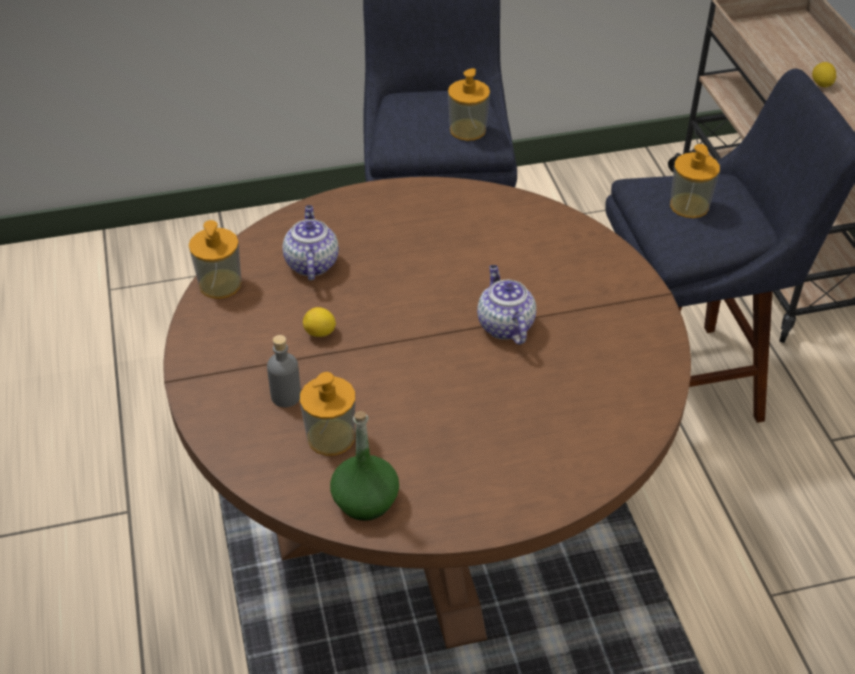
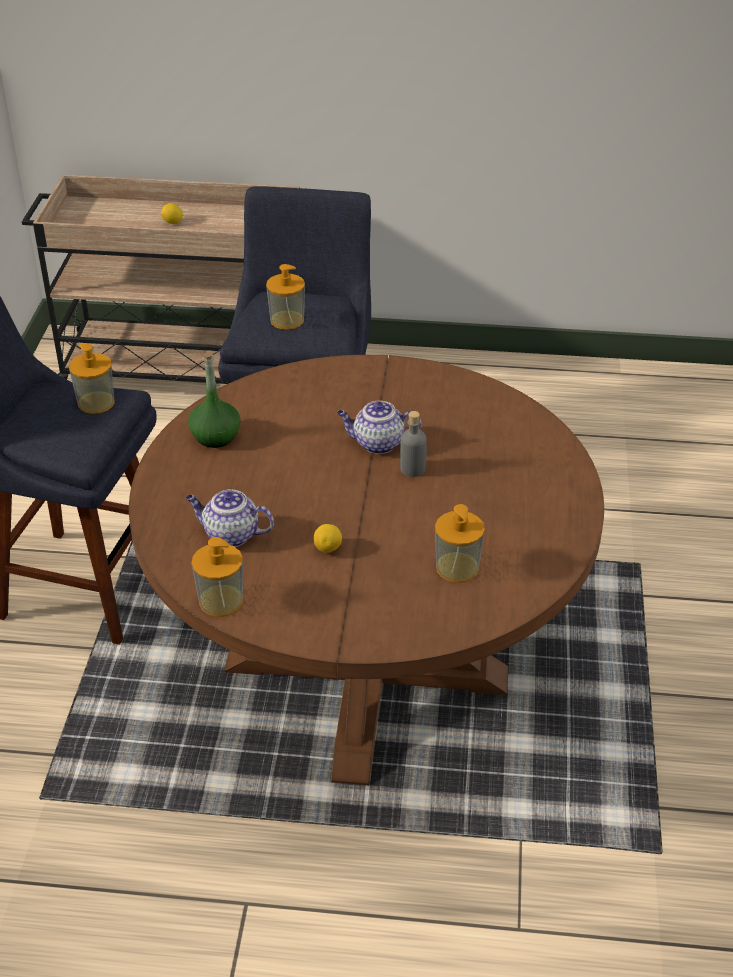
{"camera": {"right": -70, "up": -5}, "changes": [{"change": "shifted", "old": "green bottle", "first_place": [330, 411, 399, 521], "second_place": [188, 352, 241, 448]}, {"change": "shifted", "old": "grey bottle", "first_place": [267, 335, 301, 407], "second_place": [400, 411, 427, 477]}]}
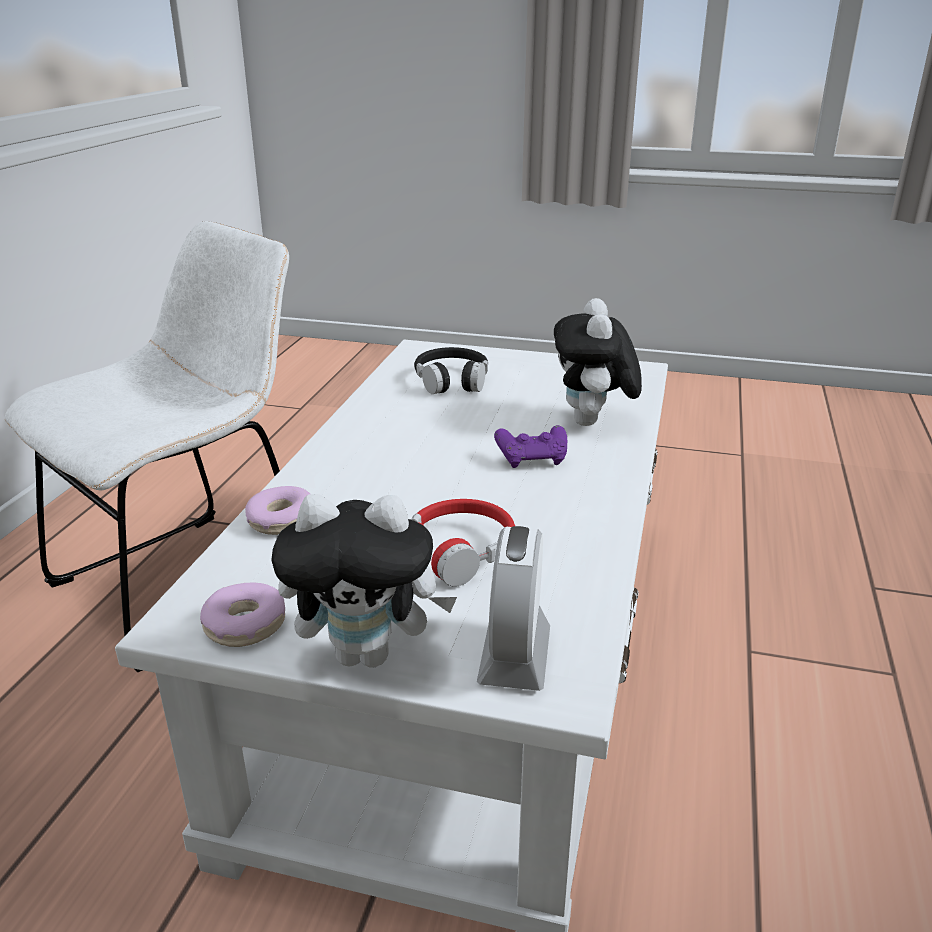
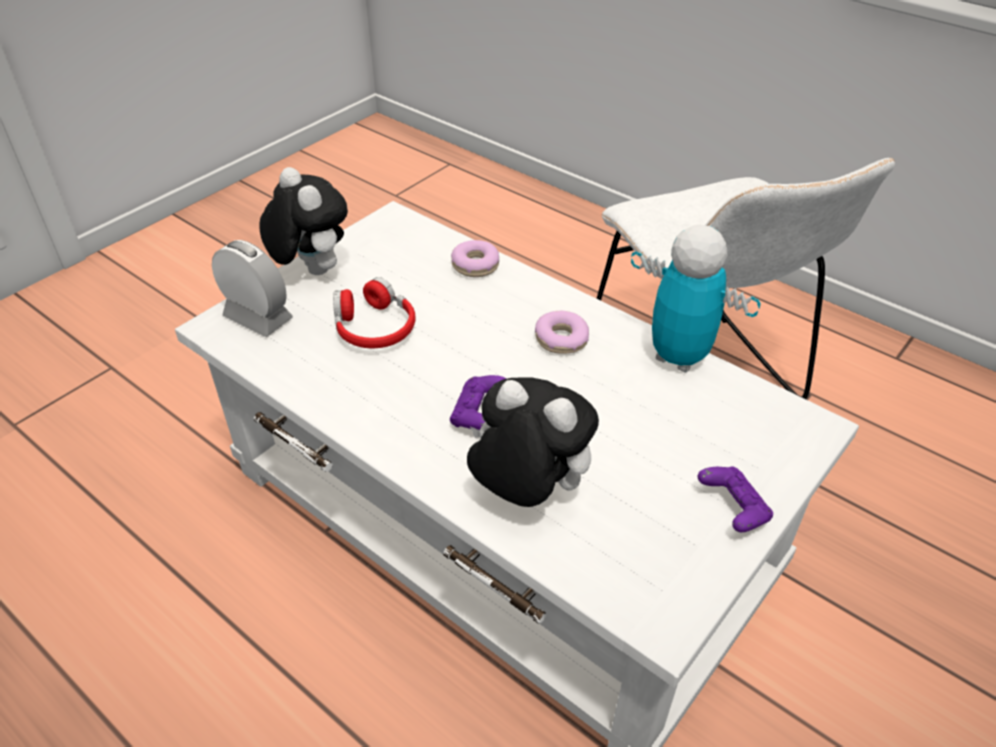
{"camera": {"right": 115, "up": 15}, "changes": [{"change": "rotated", "old": "plush toy", "first_place": [272, 494, 457, 668], "second_place": [259, 167, 348, 275], "degrees": 120}, {"change": "shifted", "old": "donut", "first_place": [200, 582, 285, 647], "second_place": [535, 311, 589, 354]}, {"change": "new", "new": "toy robot", "second_place": [631, 224, 761, 373]}, {"change": "new", "new": "purple game controller", "second_place": [698, 466, 773, 532]}, {"change": "gone", "old": "black headphones", "first_place": [414, 347, 488, 394]}]}
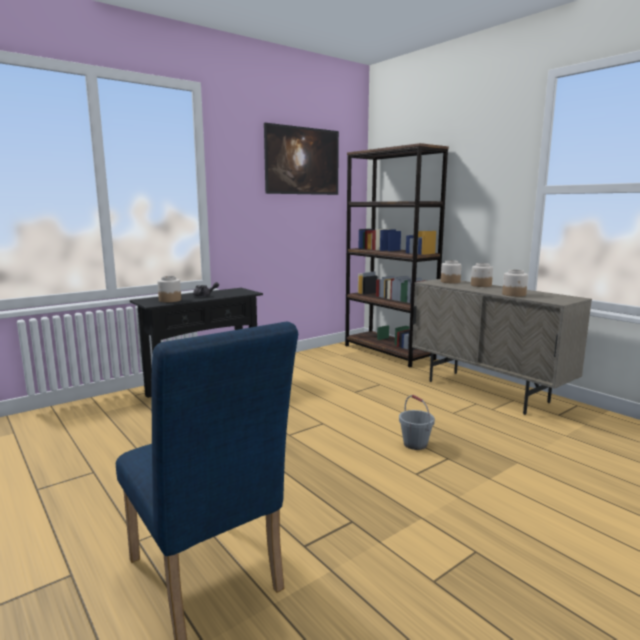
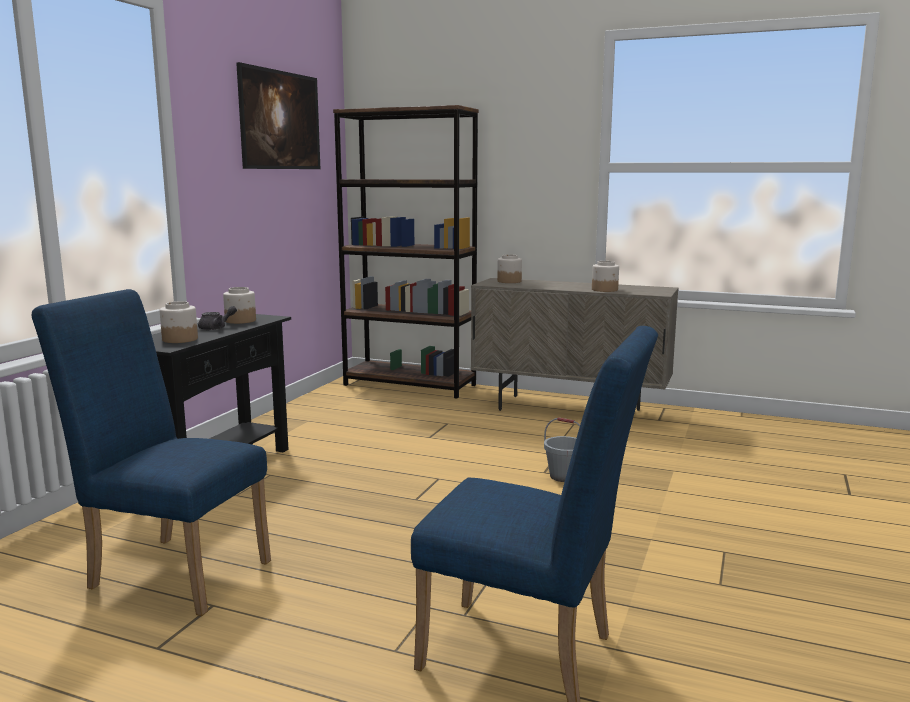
{"camera": {"right": -30, "up": 0}, "changes": [{"change": "new", "new": "blue chair", "second_place": [31, 289, 271, 616]}, {"change": "shifted", "old": "jar", "first_place": [471, 263, 493, 287], "second_place": [223, 287, 256, 324]}]}
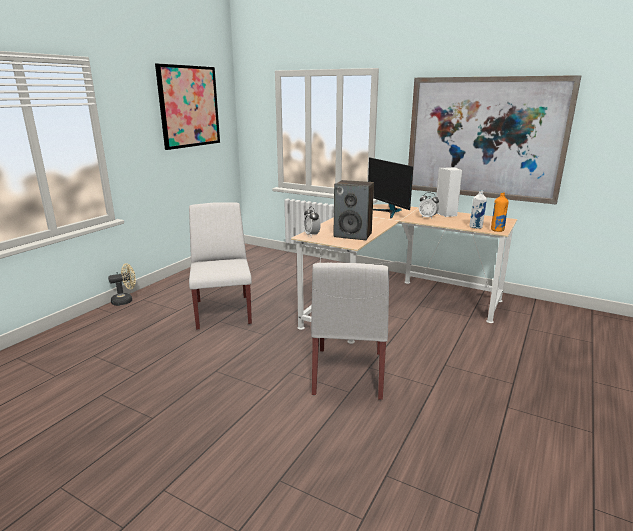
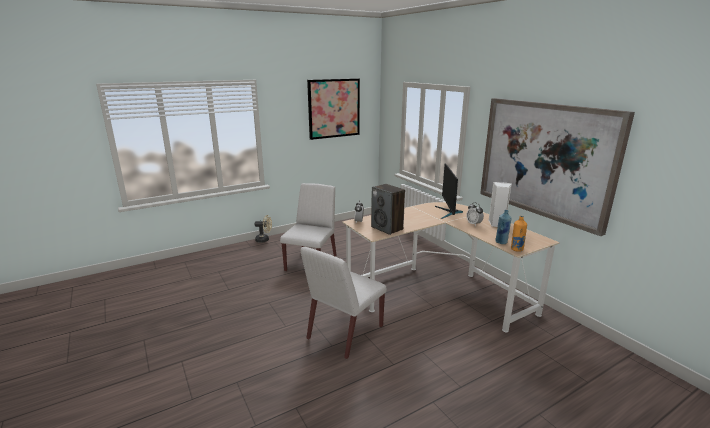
{"camera": {"right": 30, "up": 0}, "changes": [{"change": "repainted", "old": "white bottle", "new": "blue bottle", "first_place": [470, 190, 487, 229], "second_place": [495, 210, 512, 244]}]}
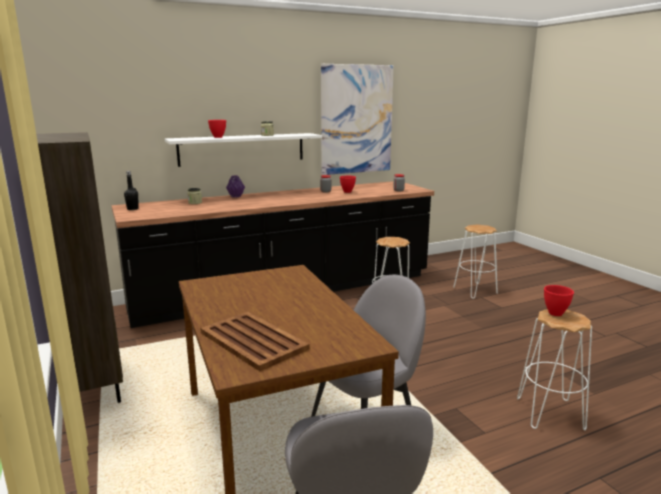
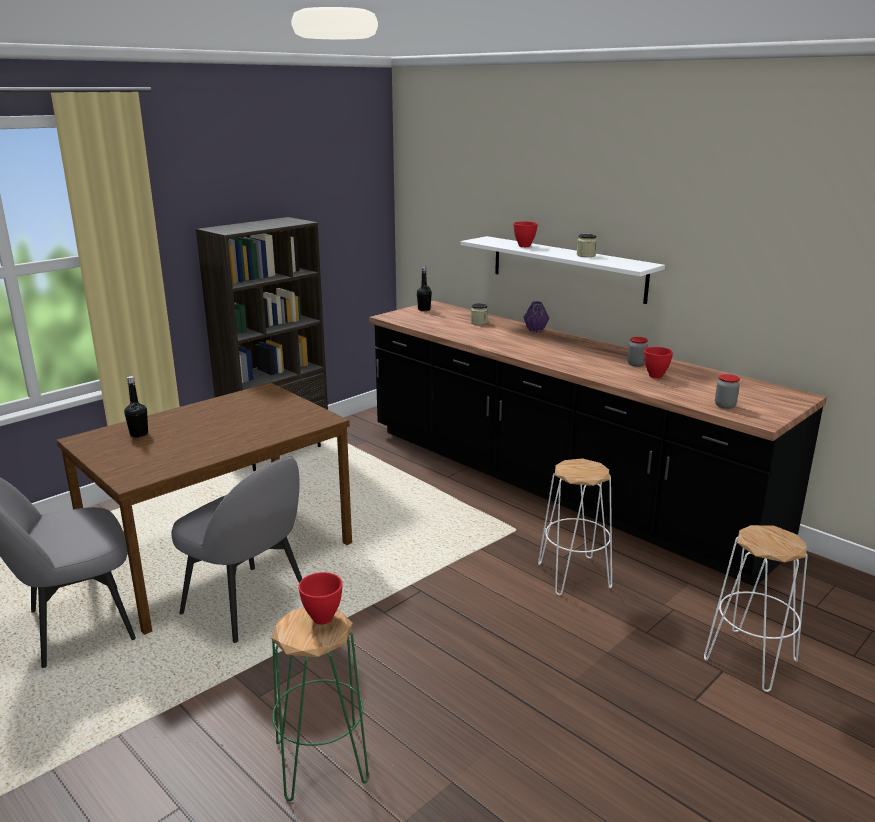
{"camera": {"right": 70, "up": 5}, "changes": [{"change": "swapped", "old": "brown tray", "new": "black bottle", "first_place": [200, 312, 310, 371], "second_place": [124, 376, 148, 438]}, {"change": "repainted", "old": "white stool", "new": "green stool", "first_place": [517, 309, 592, 431], "second_place": [271, 607, 369, 801]}, {"change": "gone", "old": "picture", "first_place": [321, 64, 394, 175]}]}
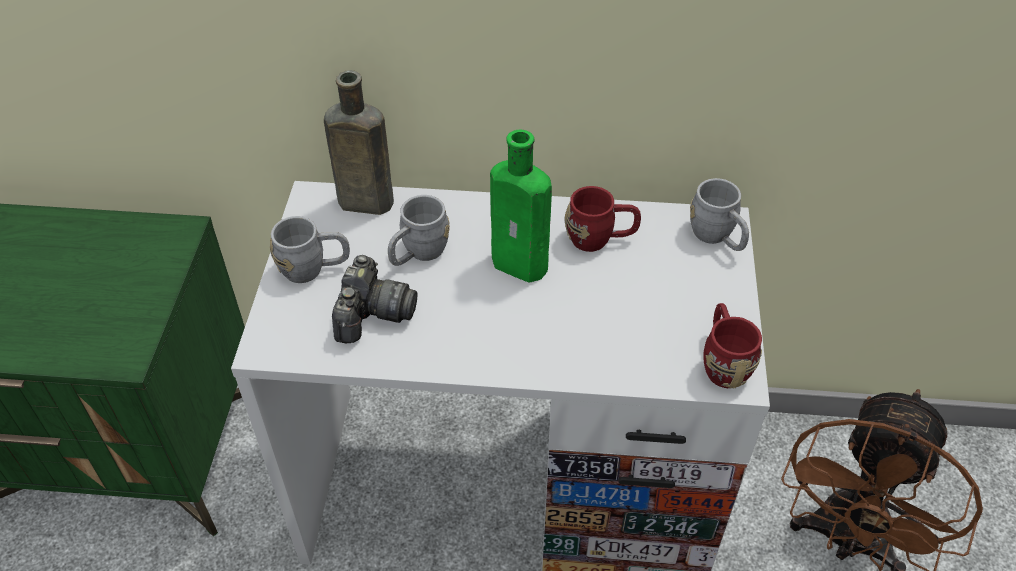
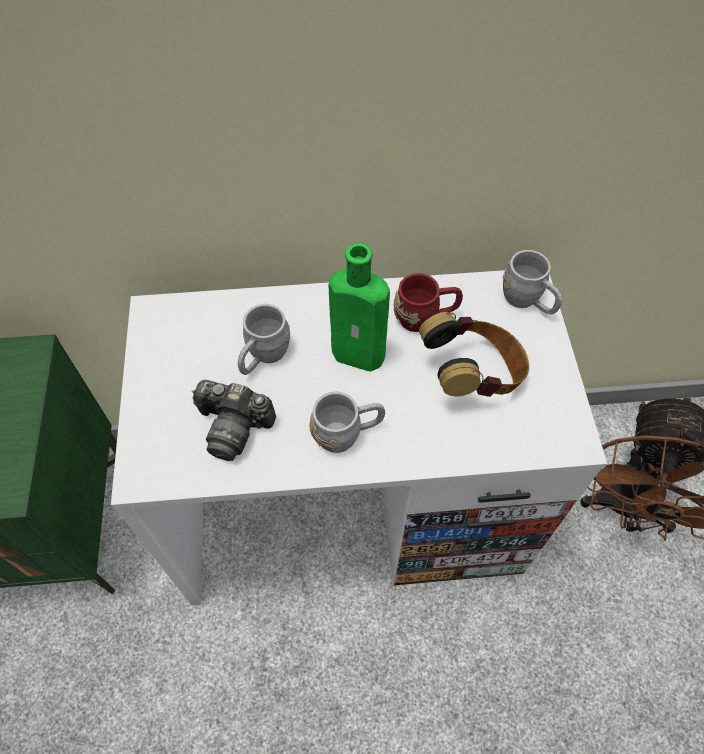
{"camera": {"right": -10, "up": 10}, "changes": [{"change": "rotated", "old": "photo camera", "first_place": [332, 255, 417, 343], "second_place": [192, 380, 276, 461], "degrees": 105}, {"change": "shifted", "old": "grey mug", "first_place": [270, 216, 350, 283], "second_place": [310, 392, 385, 453]}, {"change": "new", "new": "headphones", "second_place": [419, 312, 529, 397]}, {"change": "gone", "old": "brown bottle", "first_place": [324, 70, 394, 215]}, {"change": "gone", "old": "red mug", "first_place": [703, 303, 762, 388]}]}
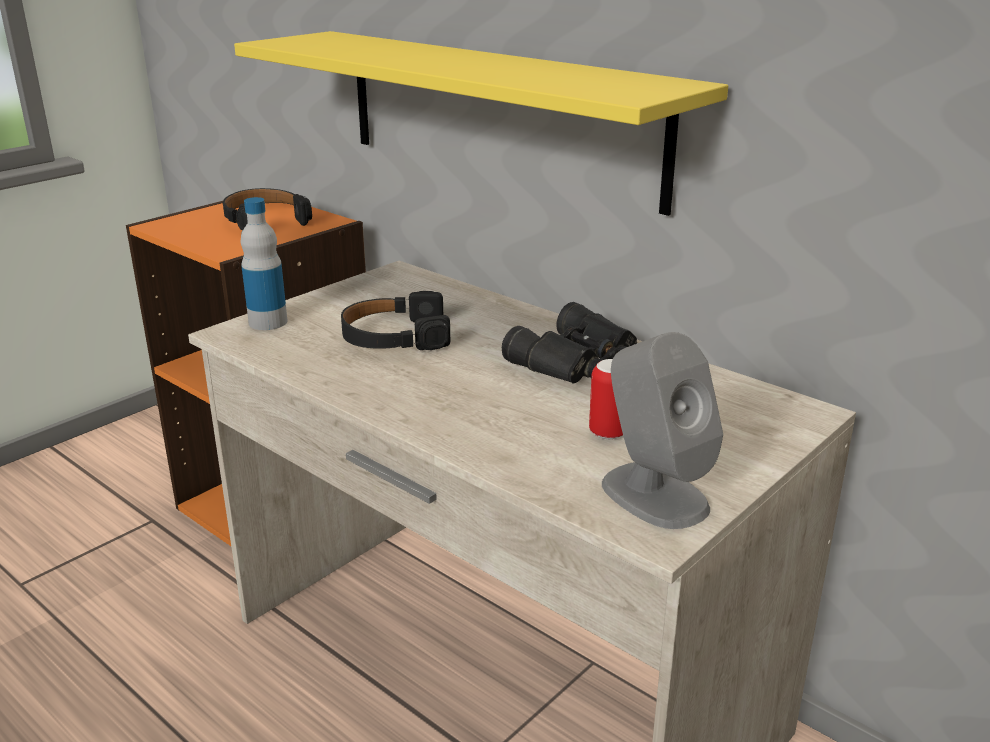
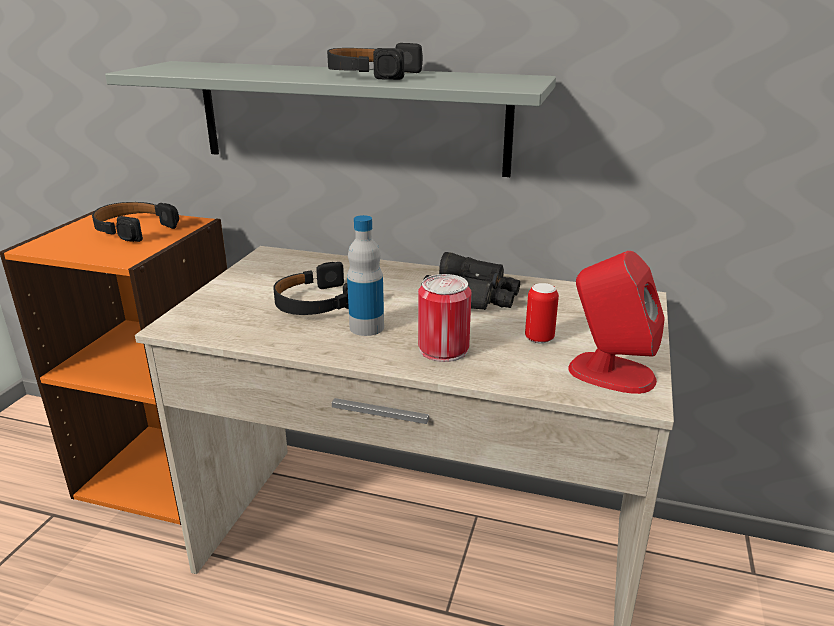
{"camera": {"right": -25, "up": 0}, "changes": [{"change": "repainted", "old": "yellow shelf", "new": "grey shelf", "first_place": [234, 31, 728, 216], "second_place": [105, 61, 556, 177]}, {"change": "new", "new": "black headphones", "second_place": [327, 43, 423, 80]}, {"change": "shifted", "old": "bottle", "first_place": [241, 197, 288, 330], "second_place": [347, 215, 384, 336]}, {"change": "new", "new": "can", "second_place": [418, 274, 472, 362]}, {"change": "repainted", "old": "grey speaker", "new": "red speaker", "first_place": [602, 332, 723, 529], "second_place": [568, 251, 665, 394]}]}
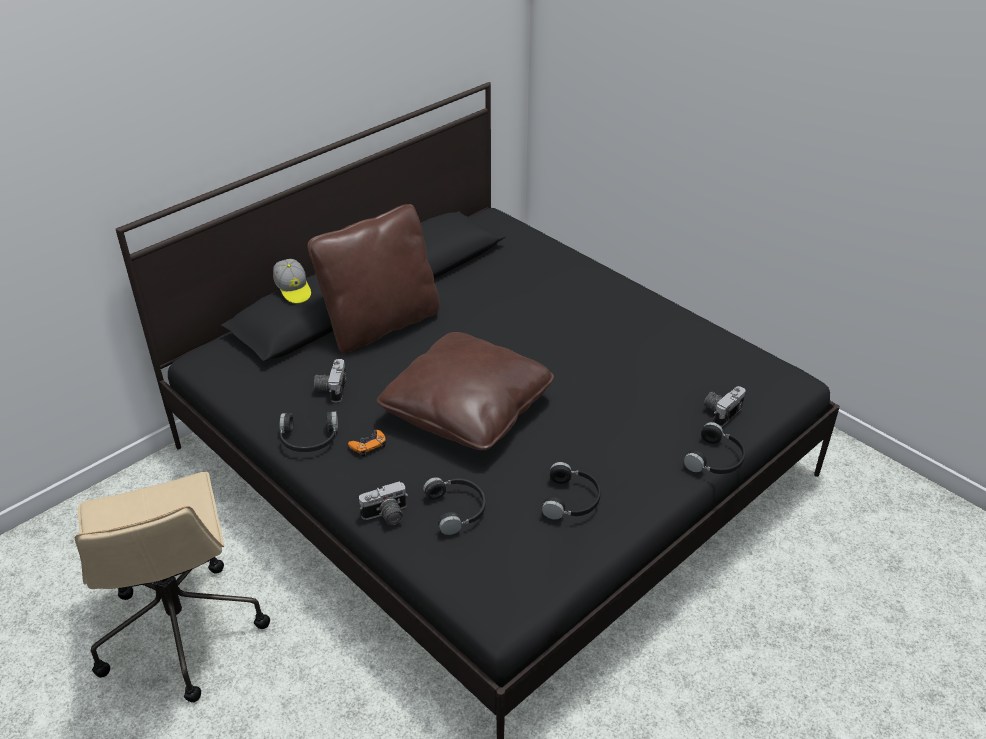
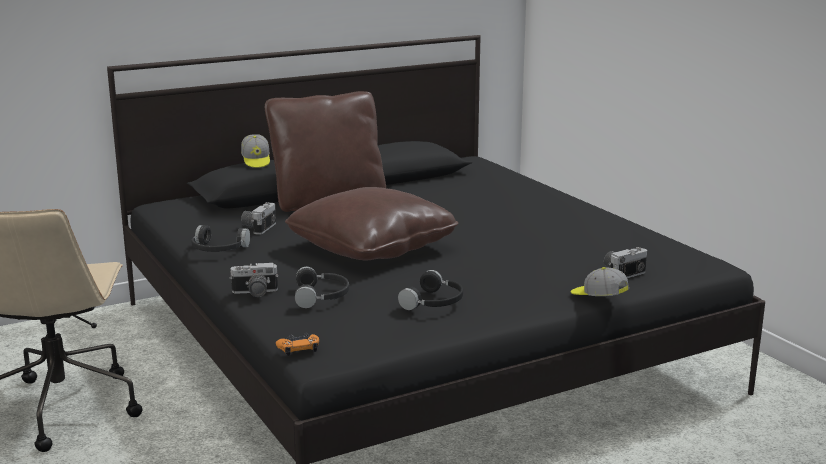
{"camera": {"right": 15, "up": -20}, "changes": [{"change": "shifted", "old": "orange game controller", "first_place": [348, 430, 386, 457], "second_place": [276, 333, 319, 356]}, {"change": "swapped", "old": "black headphones", "new": "cap", "first_place": [684, 422, 745, 474], "second_place": [571, 267, 629, 296]}]}
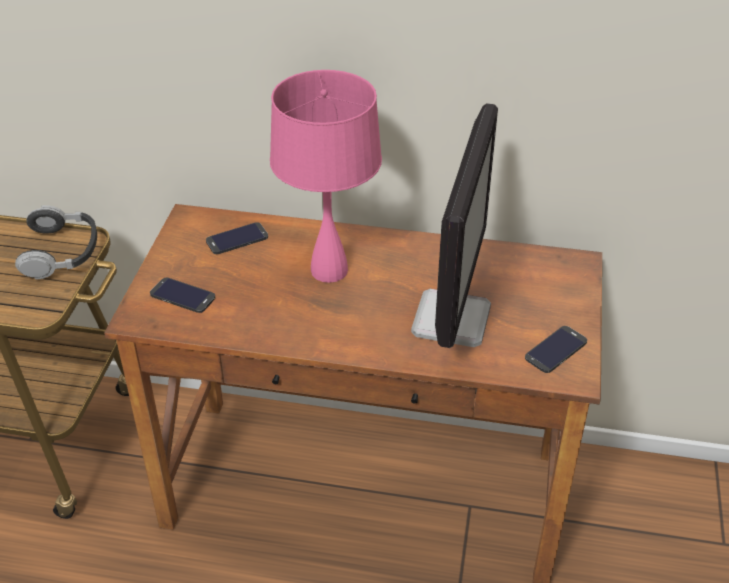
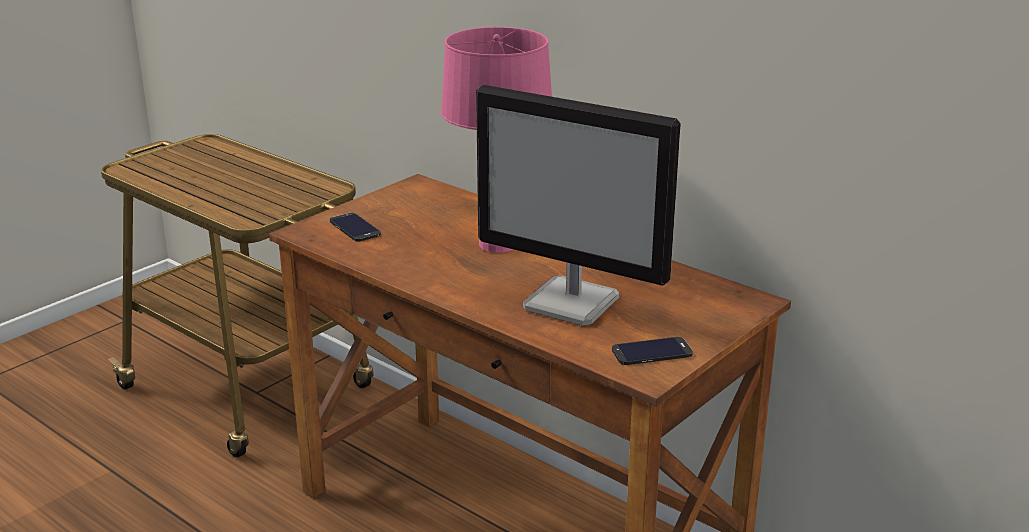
{"camera": {"right": 30, "up": -15}, "changes": [{"change": "rotated", "old": "monitor", "first_place": [411, 103, 498, 348], "second_place": [476, 85, 681, 325], "degrees": 75}, {"change": "gone", "old": "headphones", "first_place": [15, 205, 97, 279]}, {"change": "gone", "old": "phone", "first_place": [206, 222, 268, 254]}]}
